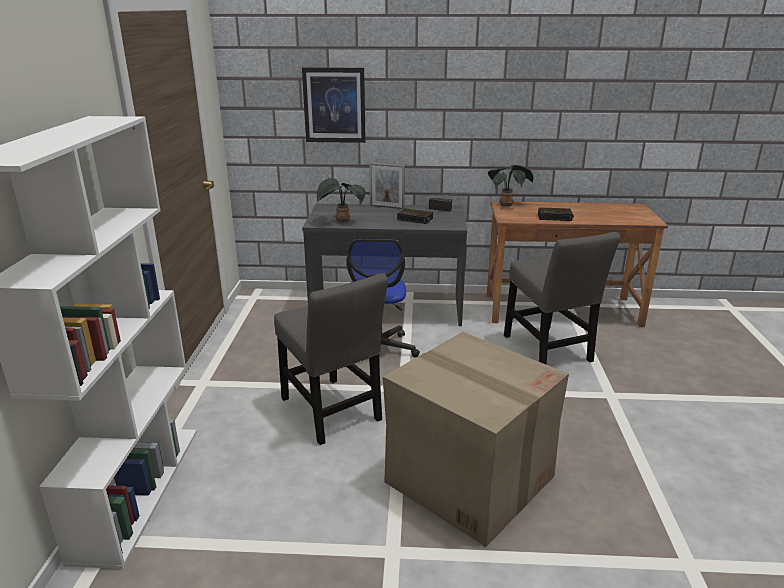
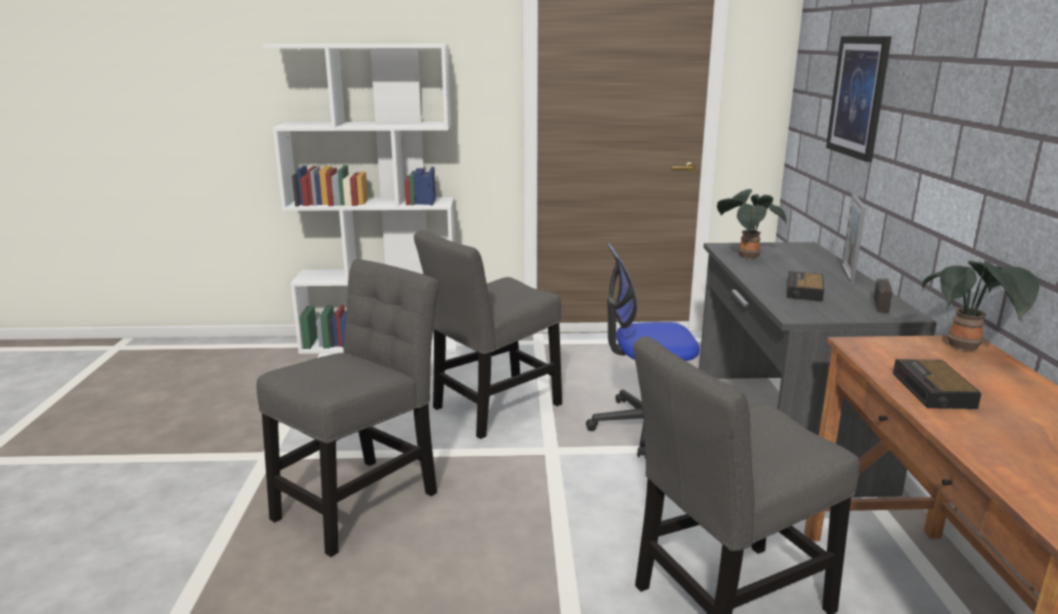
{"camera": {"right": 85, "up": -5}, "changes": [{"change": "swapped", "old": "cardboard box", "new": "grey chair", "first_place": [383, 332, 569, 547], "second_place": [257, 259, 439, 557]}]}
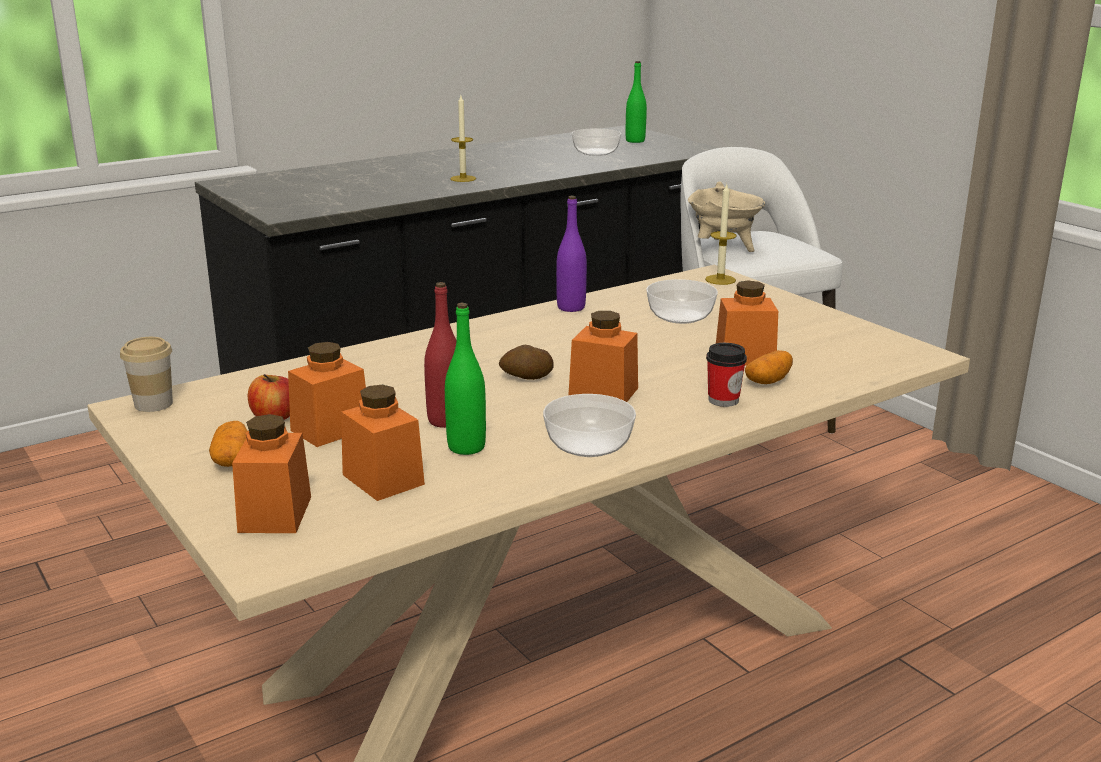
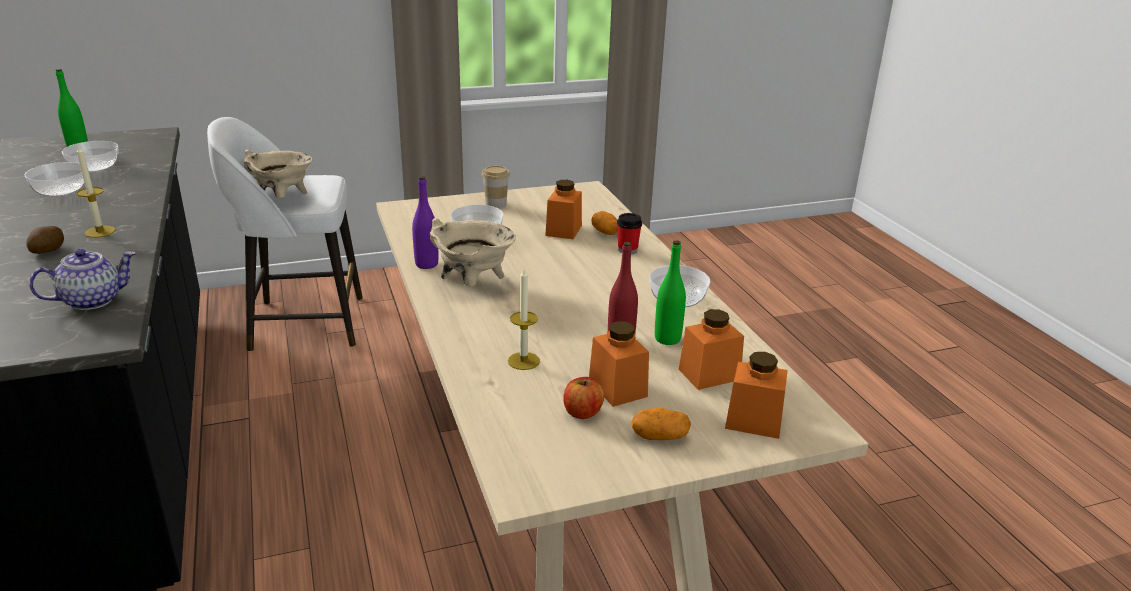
{"camera": {"right": -75, "up": 5}, "changes": [{"change": "new", "new": "bowl", "second_place": [25, 162, 85, 197]}, {"change": "shifted", "old": "potato", "first_place": [499, 345, 554, 380], "second_place": [27, 226, 64, 254]}, {"change": "new", "new": "teapot", "second_place": [29, 249, 136, 310]}, {"change": "new", "new": "beige cooking pot", "second_place": [430, 218, 516, 286]}, {"change": "shifted", "old": "cup", "first_place": [120, 337, 173, 412], "second_place": [482, 166, 510, 208]}, {"change": "shifted", "old": "candle", "first_place": [705, 184, 737, 285], "second_place": [508, 269, 540, 370]}, {"change": "gone", "old": "orange jar", "first_place": [568, 311, 638, 402]}]}
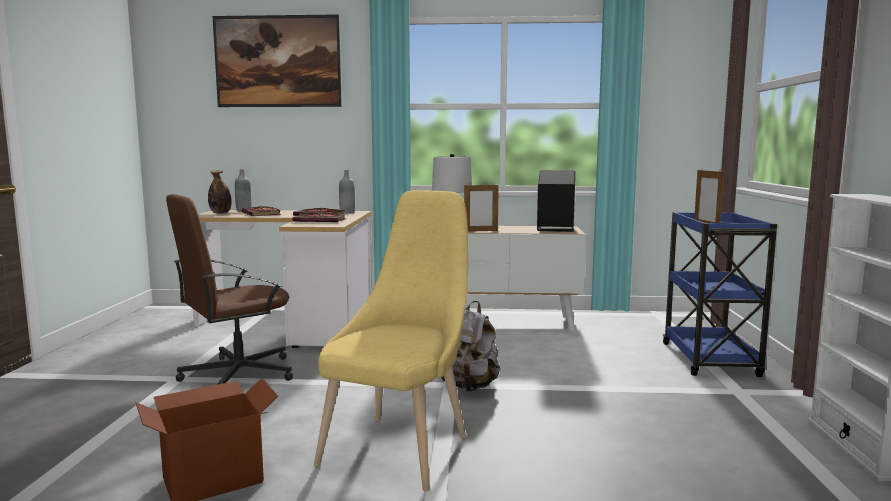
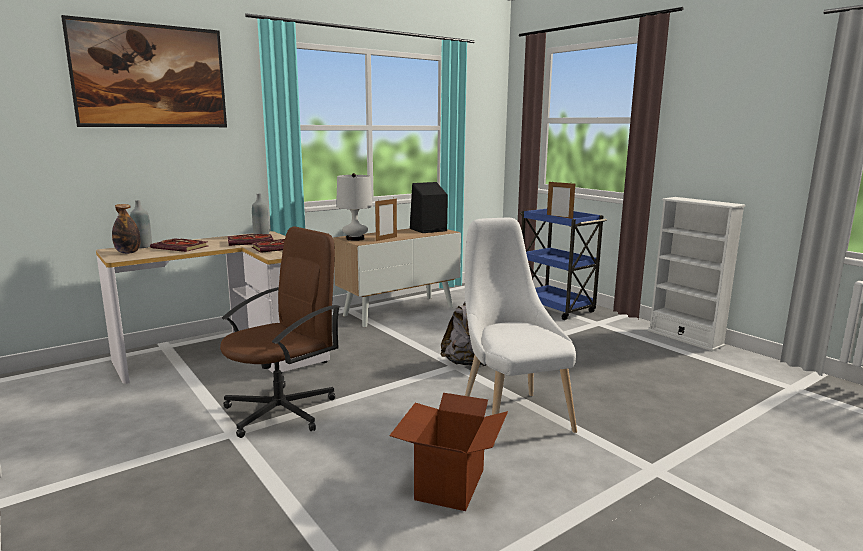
{"camera": {"right": -40, "up": 5}, "changes": [{"change": "rotated", "old": "brown office chair", "first_place": [166, 194, 293, 384], "second_place": [220, 226, 340, 438], "degrees": -150}, {"change": "repainted", "old": "yellow chair", "new": "white chair", "first_place": [314, 190, 468, 492], "second_place": [465, 218, 577, 447]}]}
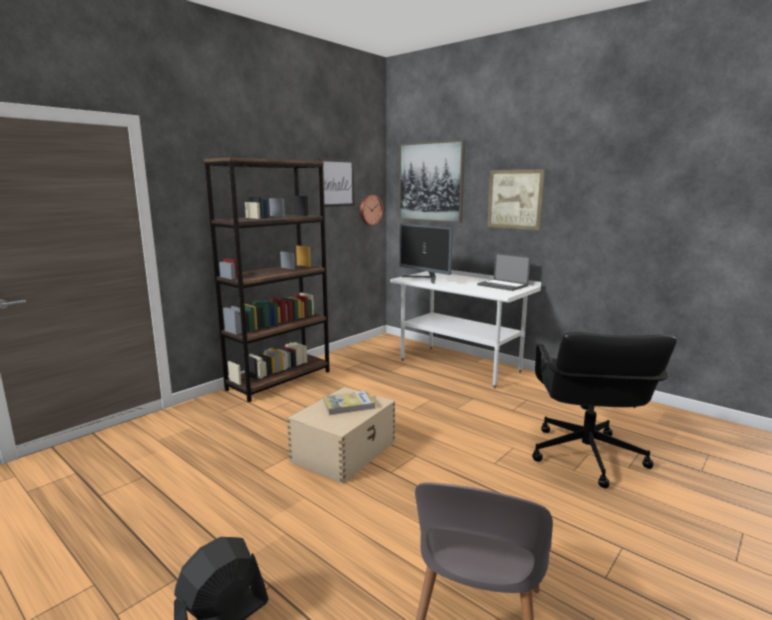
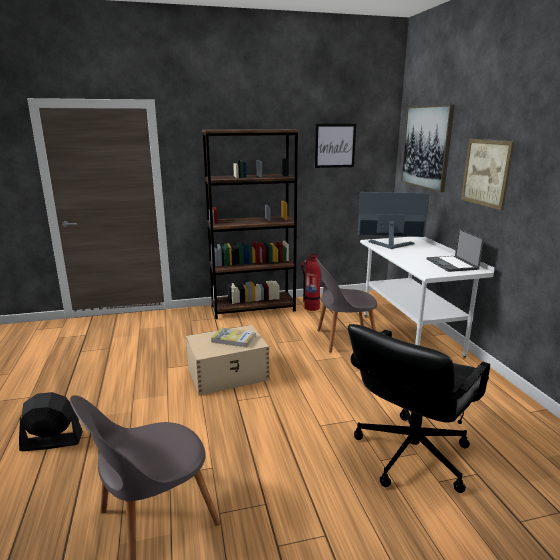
{"camera": {"right": 35, "up": 5}, "changes": [{"change": "new", "new": "fire extinguisher", "second_place": [302, 254, 321, 311]}, {"change": "new", "new": "grey chair", "second_place": [316, 258, 377, 353]}, {"change": "rotated", "old": "monitor", "first_place": [400, 224, 453, 284], "second_place": [357, 192, 429, 249], "degrees": 105}, {"change": "gone", "old": "wall clock", "first_place": [360, 195, 383, 225]}]}
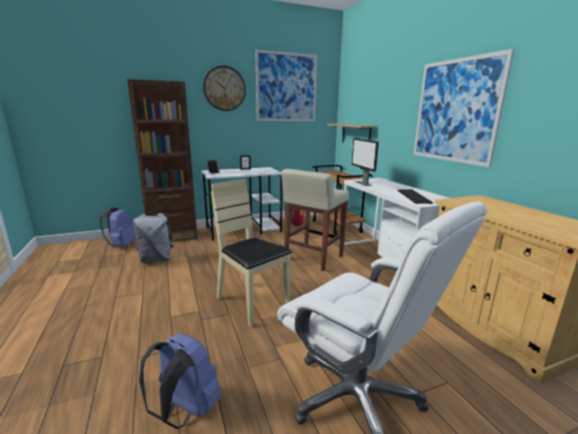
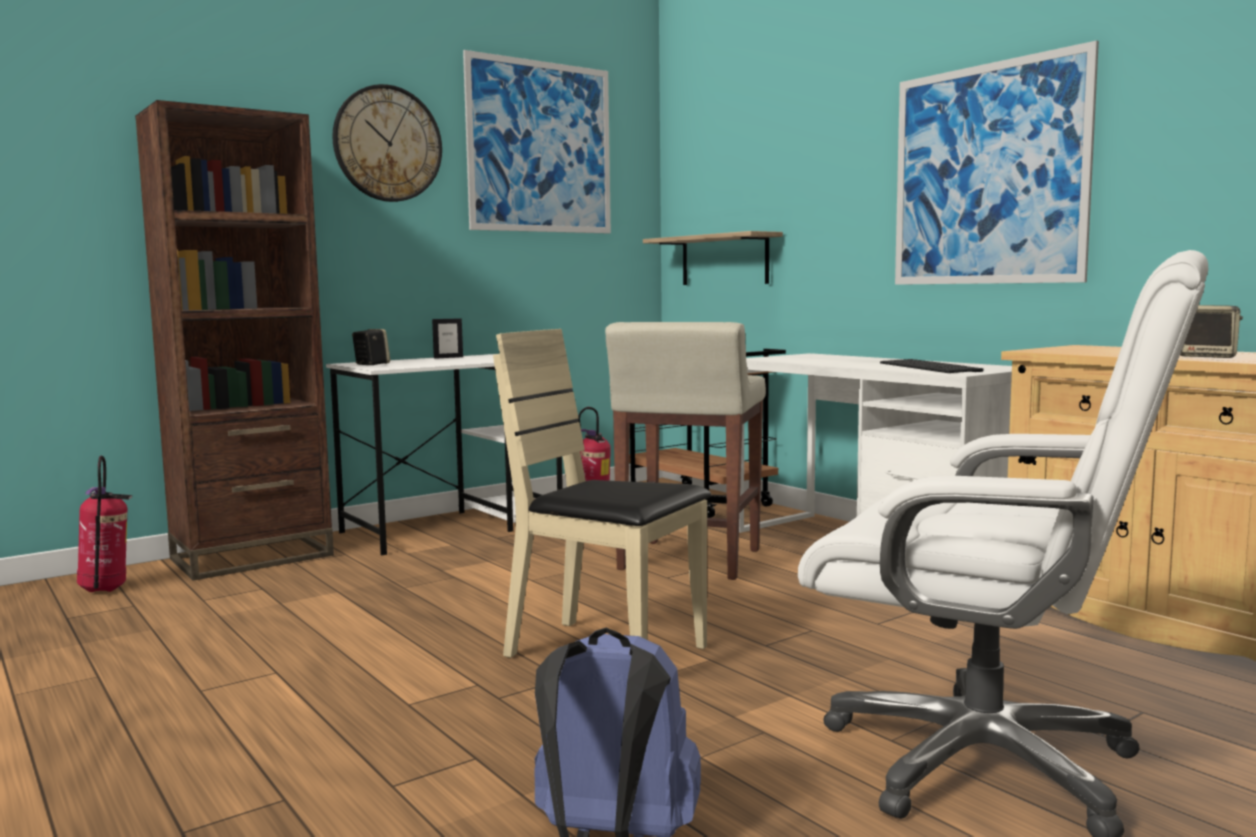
{"camera": {"right": -15, "up": -10}, "changes": [{"change": "swapped", "old": "blue backpack", "new": "fire extinguisher", "first_place": [99, 207, 136, 247], "second_place": [77, 456, 132, 592]}, {"change": "new", "new": "speaker", "second_place": [1180, 305, 1243, 358]}, {"change": "gone", "old": "grey backpack", "first_place": [133, 212, 174, 263]}, {"change": "gone", "old": "monitor", "first_place": [351, 138, 379, 186]}]}
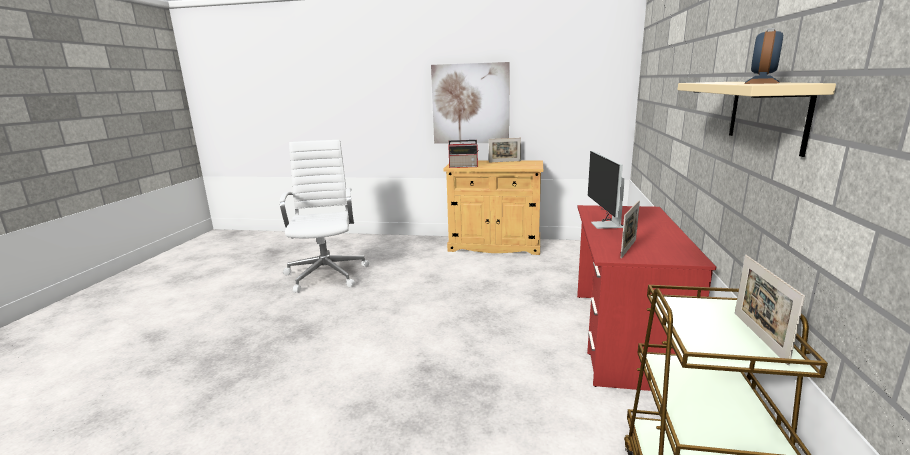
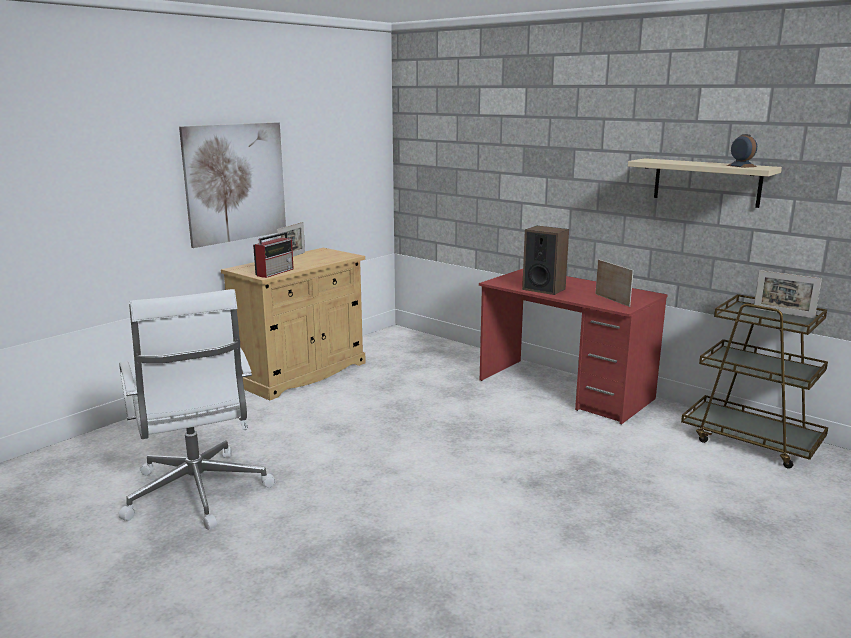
{"camera": {"right": -60, "up": 0}, "changes": [{"change": "rotated", "old": "white office chair", "first_place": [280, 140, 370, 293], "second_place": [119, 289, 276, 530], "degrees": -135}, {"change": "swapped", "old": "monitor", "new": "speaker", "first_place": [588, 151, 625, 229], "second_place": [522, 226, 569, 295]}]}
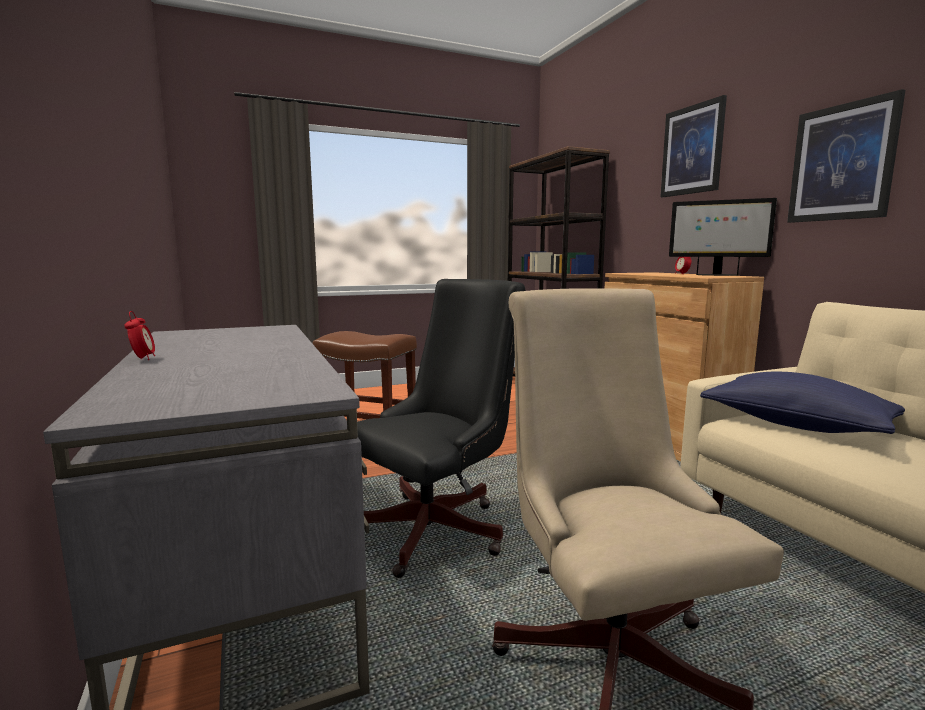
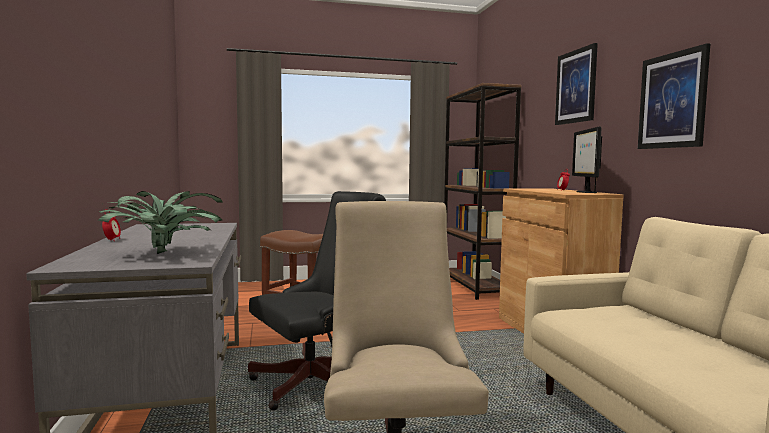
{"camera": {"right": 10, "up": -5}, "changes": [{"change": "new", "new": "potted plant", "second_place": [98, 191, 223, 254]}, {"change": "rotated", "old": "monitor", "first_place": [669, 198, 777, 276], "second_place": [572, 126, 602, 193], "degrees": 60}, {"change": "gone", "old": "blue pillow", "first_place": [700, 371, 905, 434]}]}
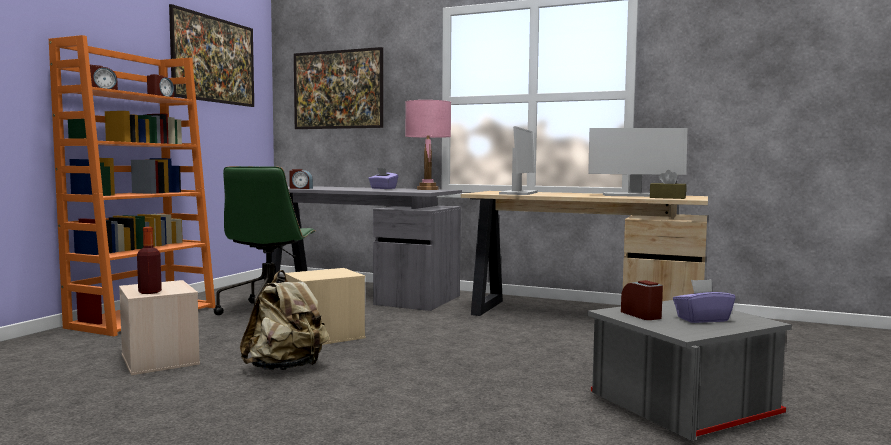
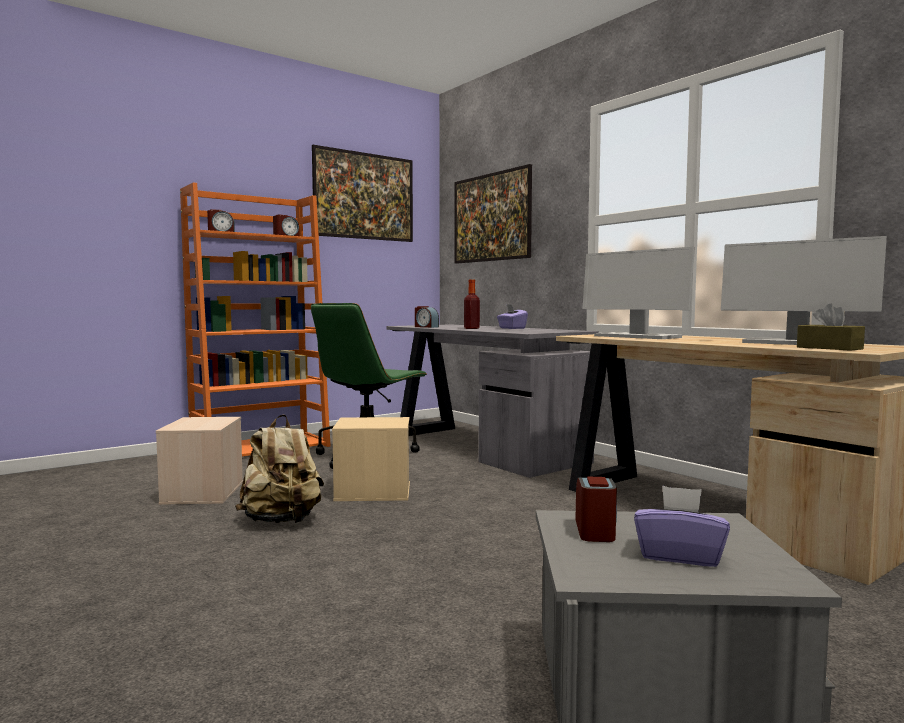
{"camera": {"right": 30, "up": 0}, "changes": [{"change": "shifted", "old": "bottle", "first_place": [137, 227, 162, 294], "second_place": [464, 279, 480, 329]}, {"change": "rotated", "old": "monitor", "first_place": [499, 126, 538, 195], "second_place": [582, 247, 695, 339], "degrees": 90}, {"change": "gone", "old": "pink table lamp", "first_place": [405, 100, 451, 190]}]}
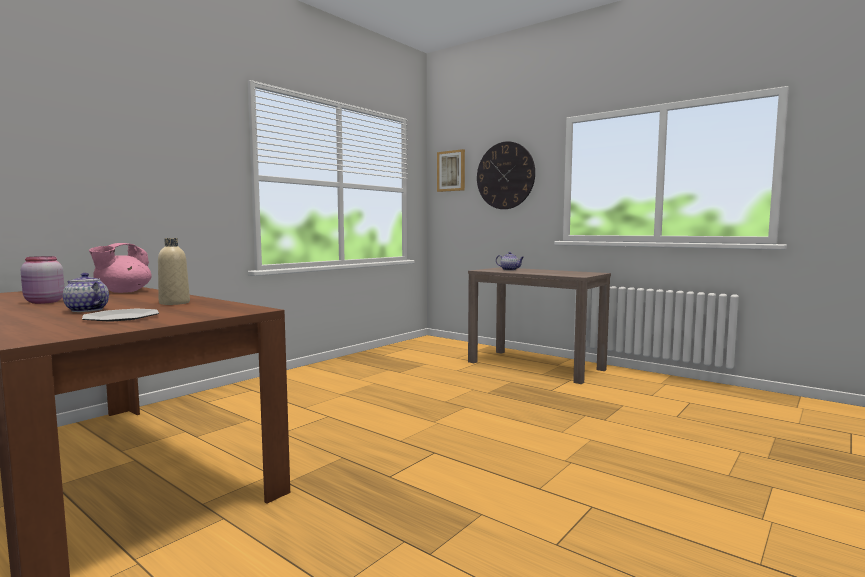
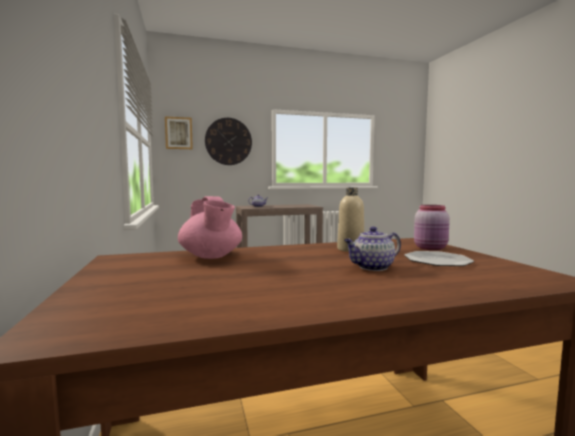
{"camera": {"right": -55, "up": 0}, "changes": [{"change": "shifted", "old": "pink jar", "first_place": [21, 256, 64, 304], "second_place": [414, 205, 450, 250]}]}
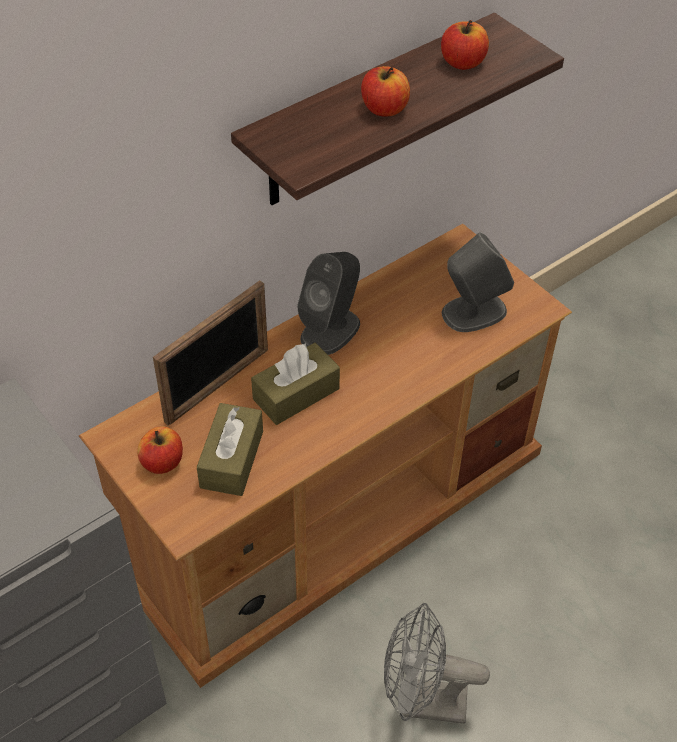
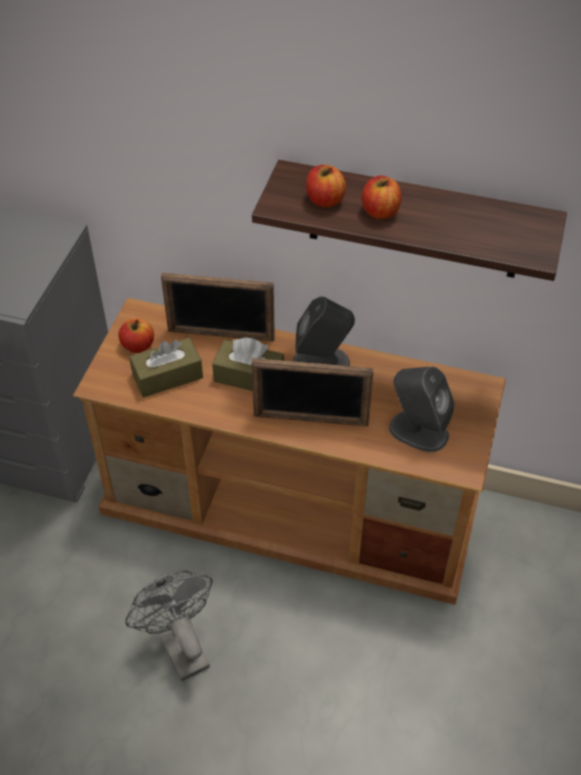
{"camera": {"right": 55, "up": 0}, "changes": [{"change": "new", "new": "picture frame", "second_place": [252, 358, 374, 426]}, {"change": "shifted", "old": "apple", "first_place": [441, 20, 489, 70], "second_place": [306, 165, 346, 208]}]}
